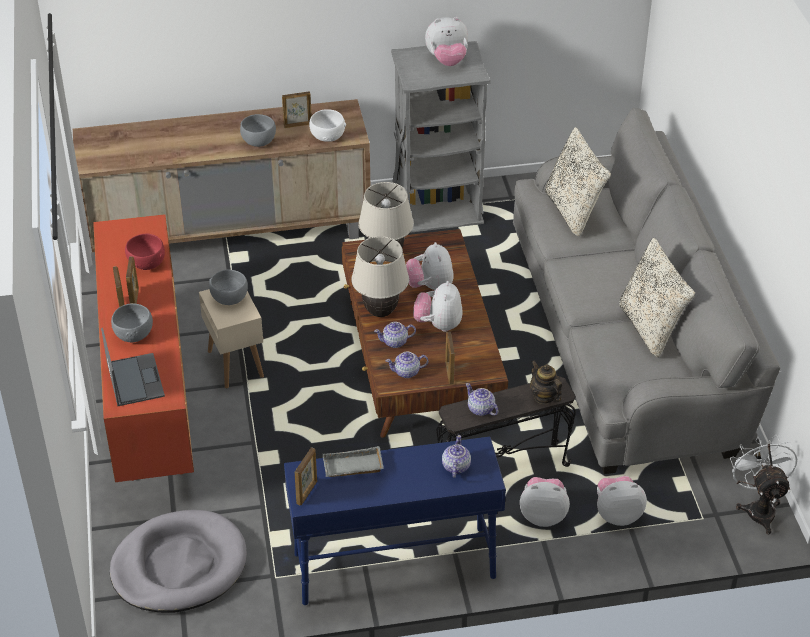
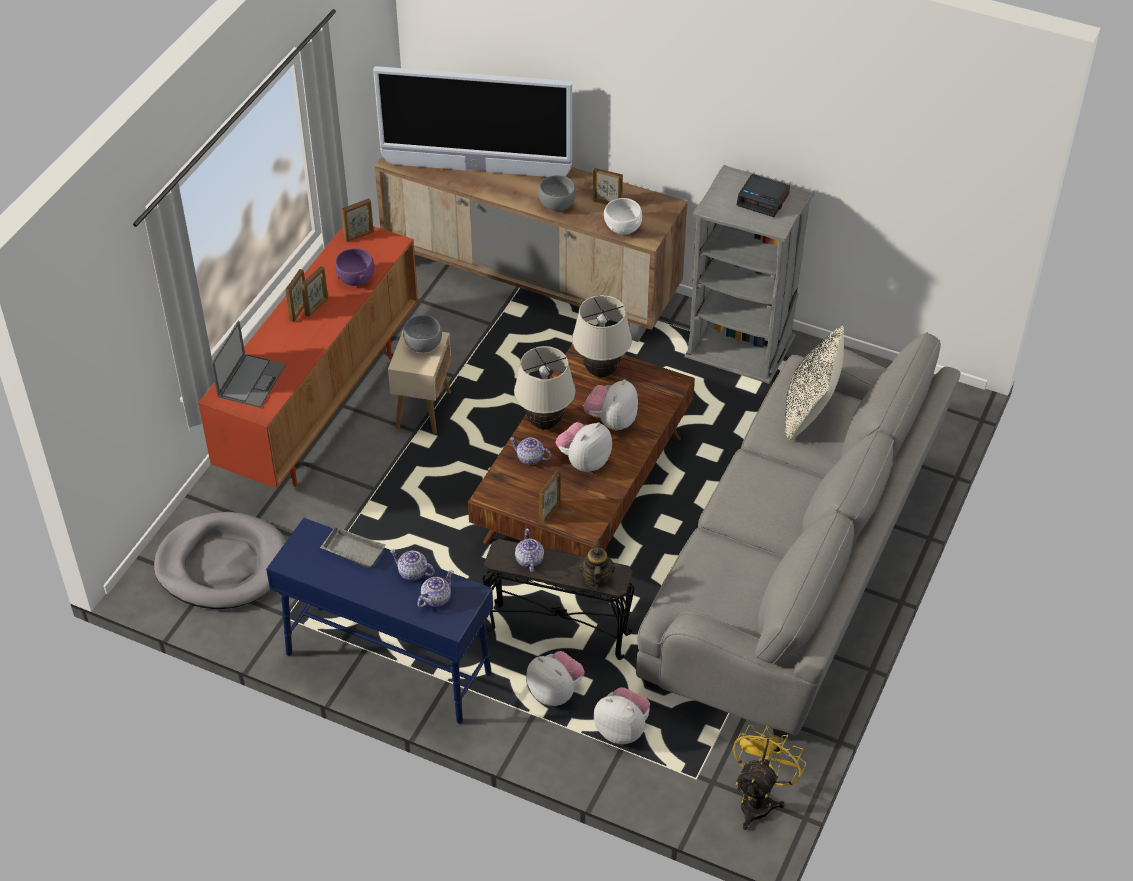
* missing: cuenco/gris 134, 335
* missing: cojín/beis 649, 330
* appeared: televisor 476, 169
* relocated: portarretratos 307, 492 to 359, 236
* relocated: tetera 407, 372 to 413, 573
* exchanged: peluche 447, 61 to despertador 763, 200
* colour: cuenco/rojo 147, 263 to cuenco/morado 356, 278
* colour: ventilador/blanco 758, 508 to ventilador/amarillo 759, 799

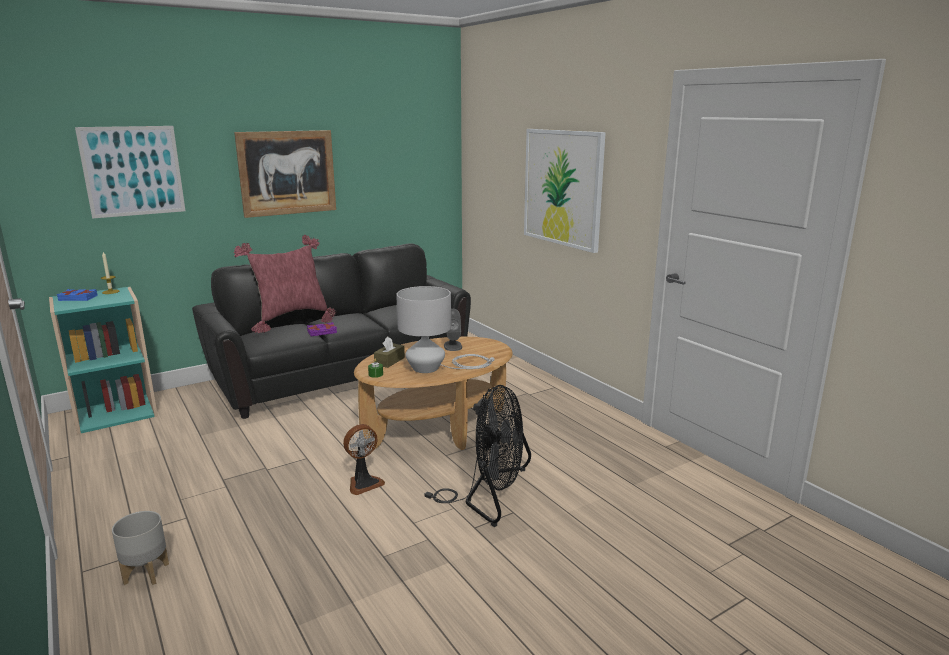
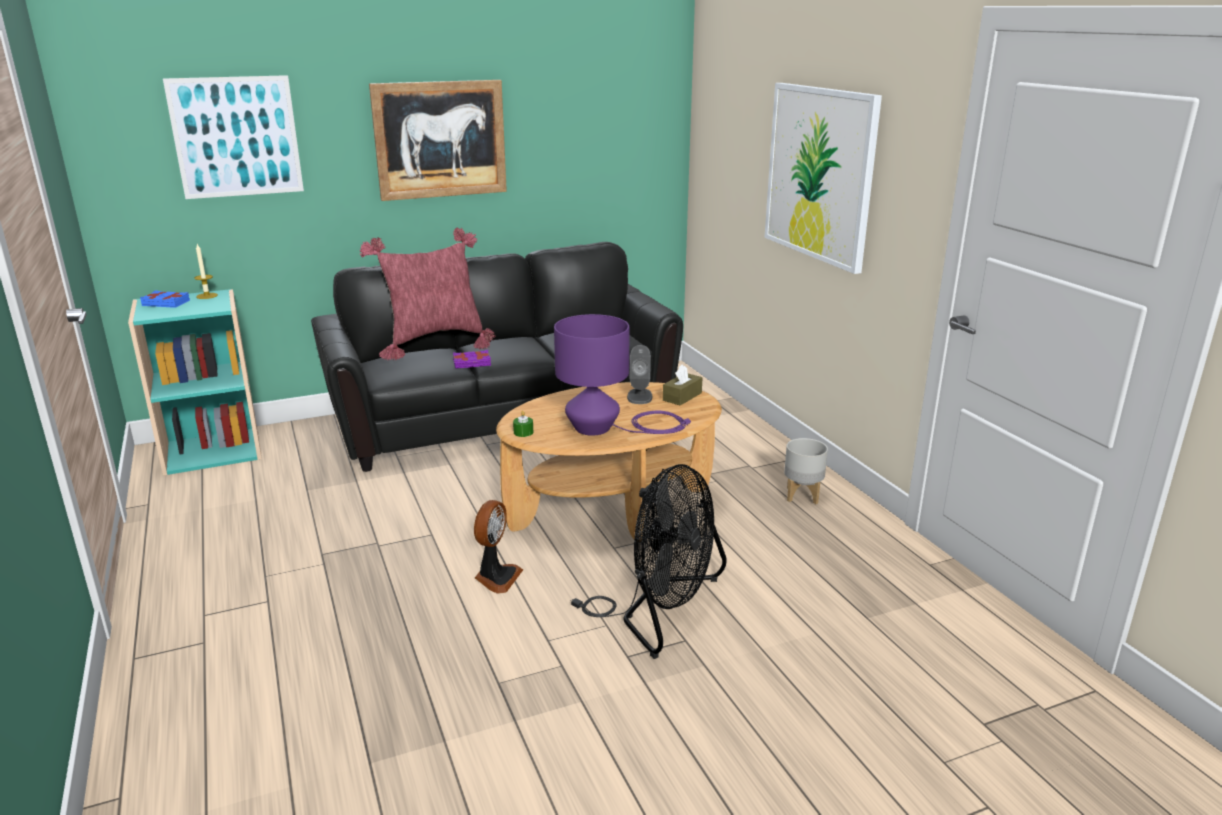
* relocated: maceta/gris 147, 573 to 803, 495
* relocated: caja de pañuelos/marrón 389, 361 to 682, 396
* colour: lámpara de mesa/blanco 443, 366 to lámpara de mesa/morado 618, 426
* spun: ventilador 364, 483 = 496, 577 45 degrees counterclockwise

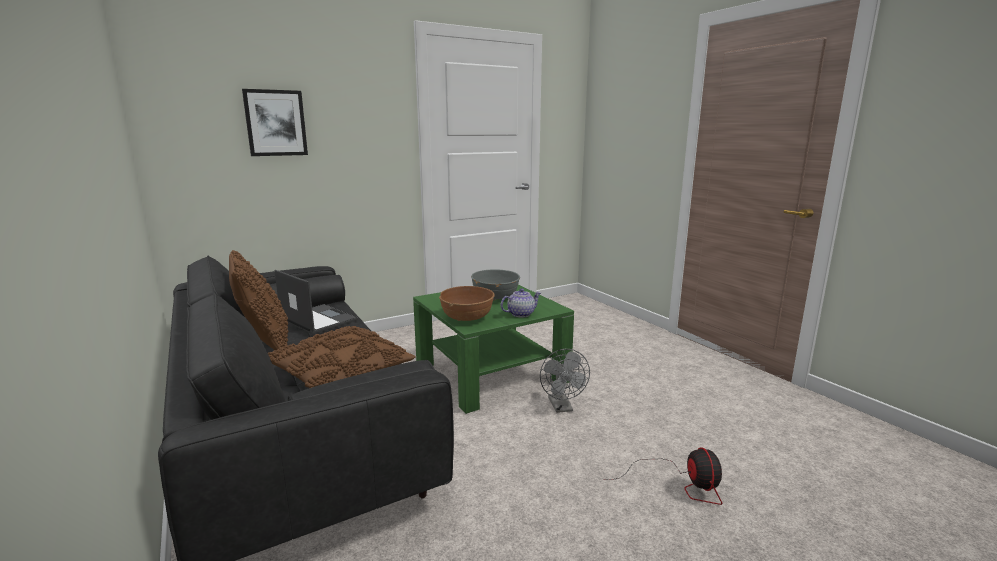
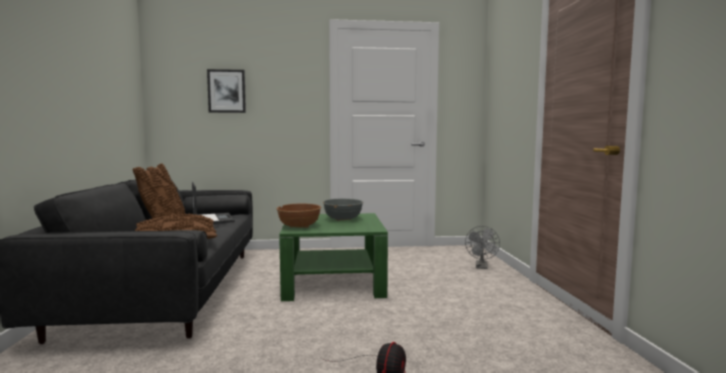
* missing: tetera 521, 314
* relocated: ventilador/gris 562, 407 to 481, 267

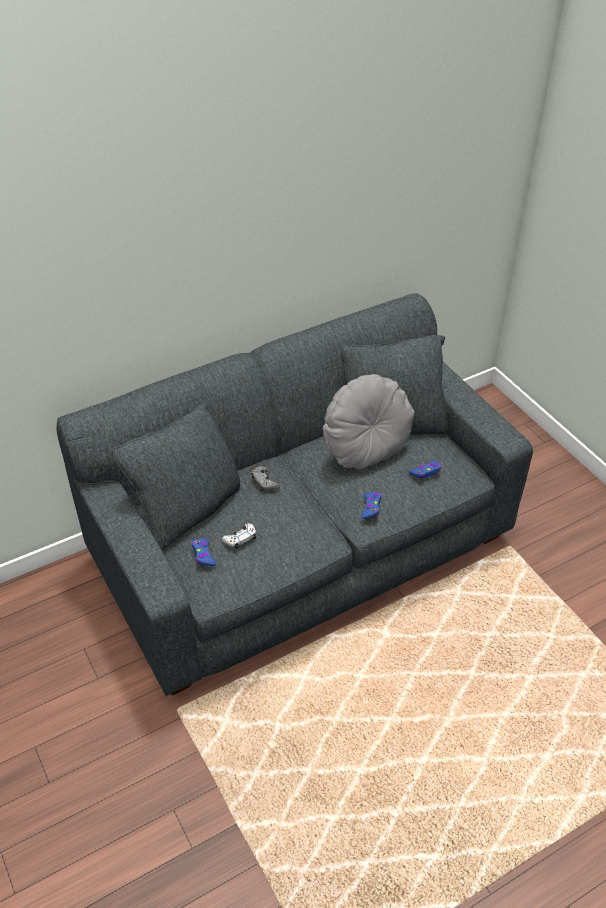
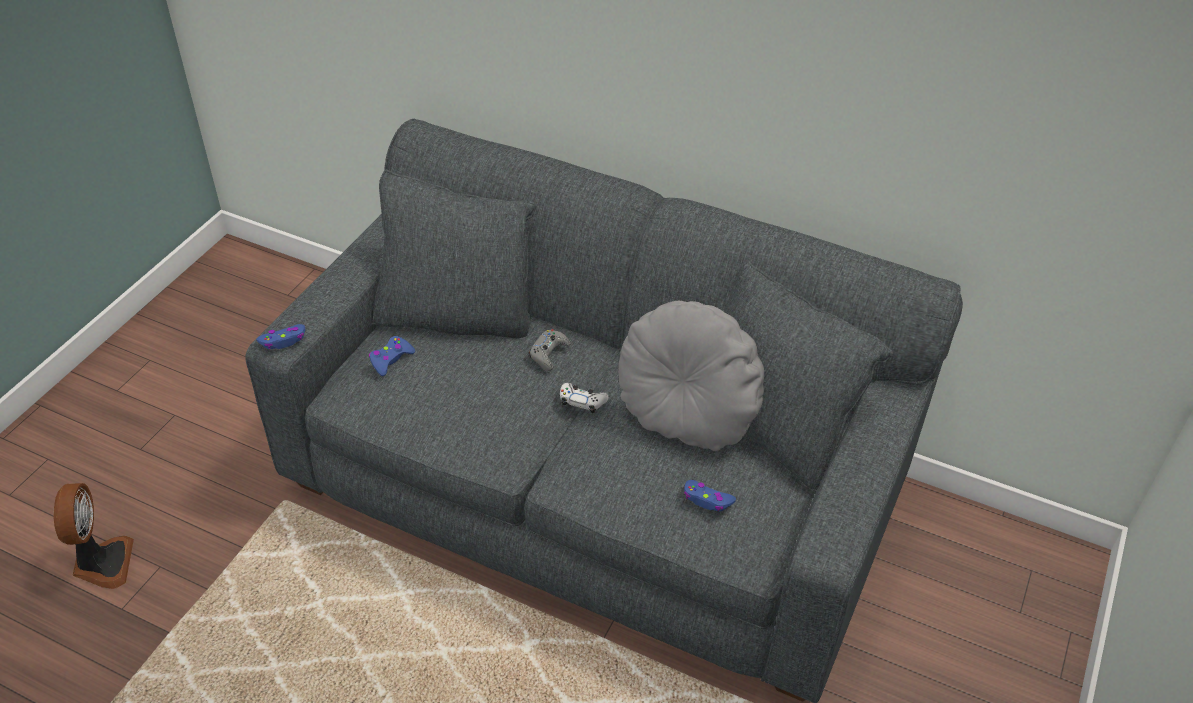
* appeared: ventilador 102, 563
* relocated: mando de consola/blanco 240, 538 to 582, 401
* relocated: mando de consola/azul 371, 507 to 283, 341

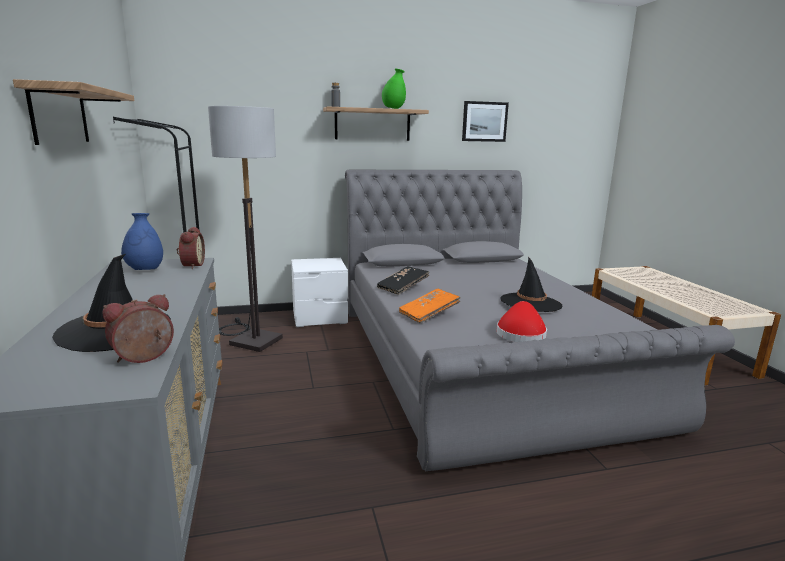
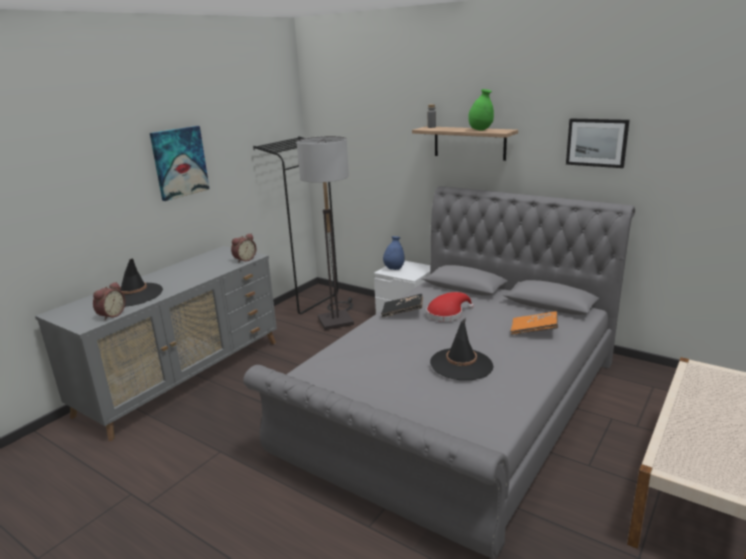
* relocated: florero/azul 145, 270 to 394, 269
* relocated: libro/naranja 428, 314 to 534, 331
* relocated: sombrero/rojo 520, 333 to 447, 314
* exchanged: estante 60, 115 to cuadro 179, 162
* spun: despertador 144, 358 = 111, 315 105 degrees clockwise

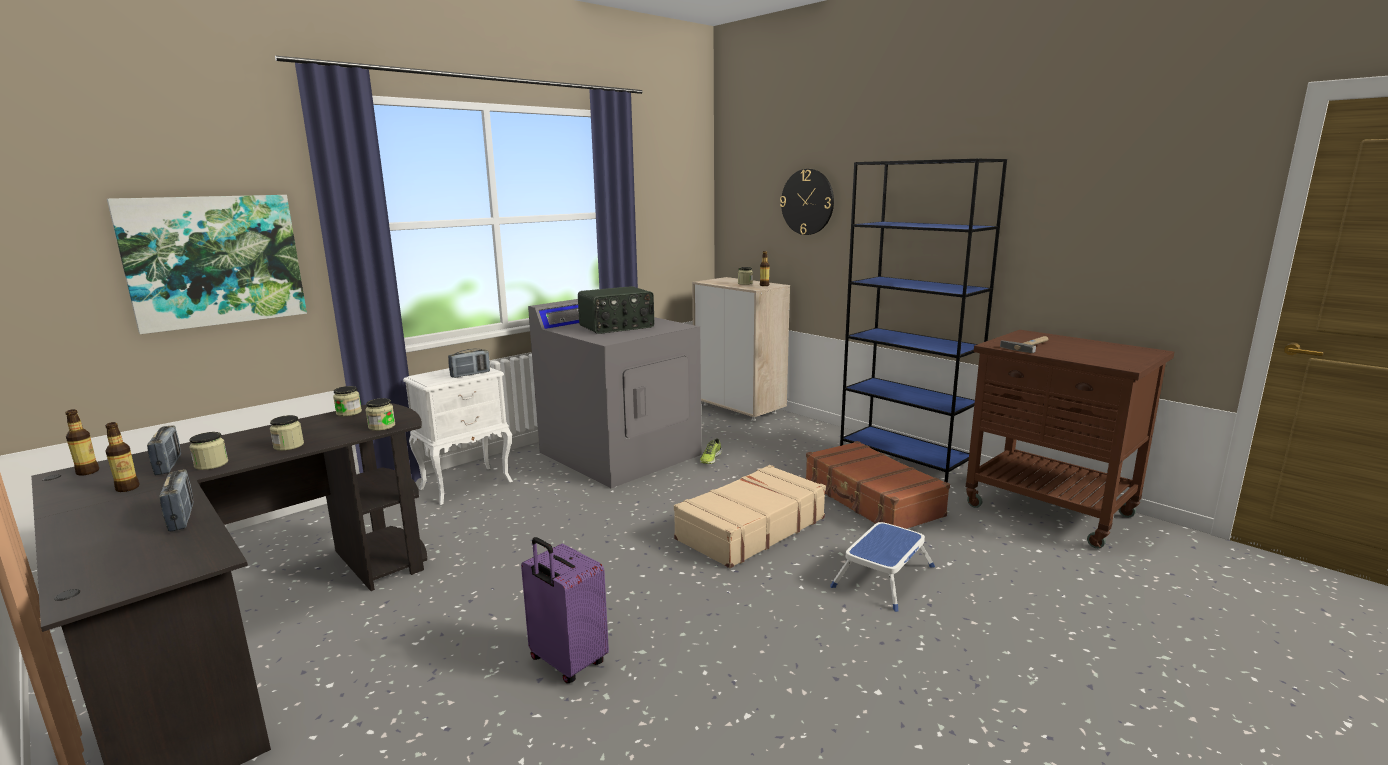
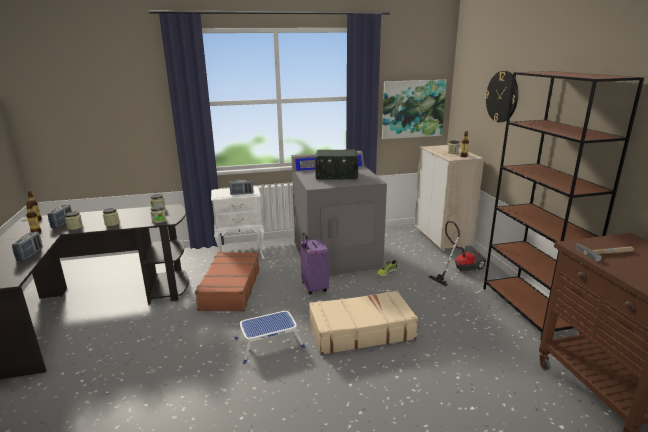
* appeared: aspiradora 459, 270
* relocated: cuadro 214, 260 to 413, 109
* relocated: maleta/morado 566, 662 to 313, 288
* relocated: maleta/marrón 871, 499 to 230, 289
* relocated: escalera de tijera/azul 884, 576 to 269, 343
* colour: estantería/azul 905, 457 to estantería/marrón 529, 309

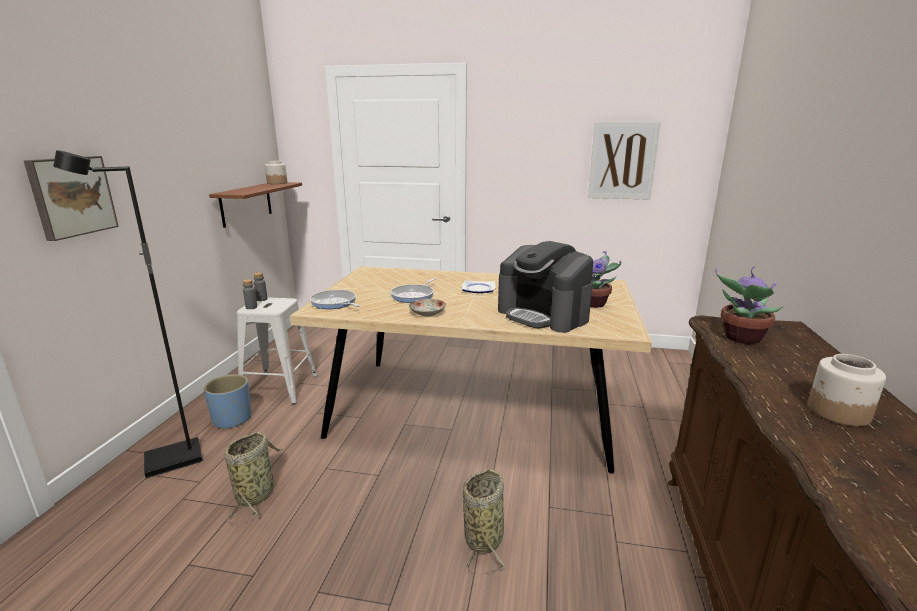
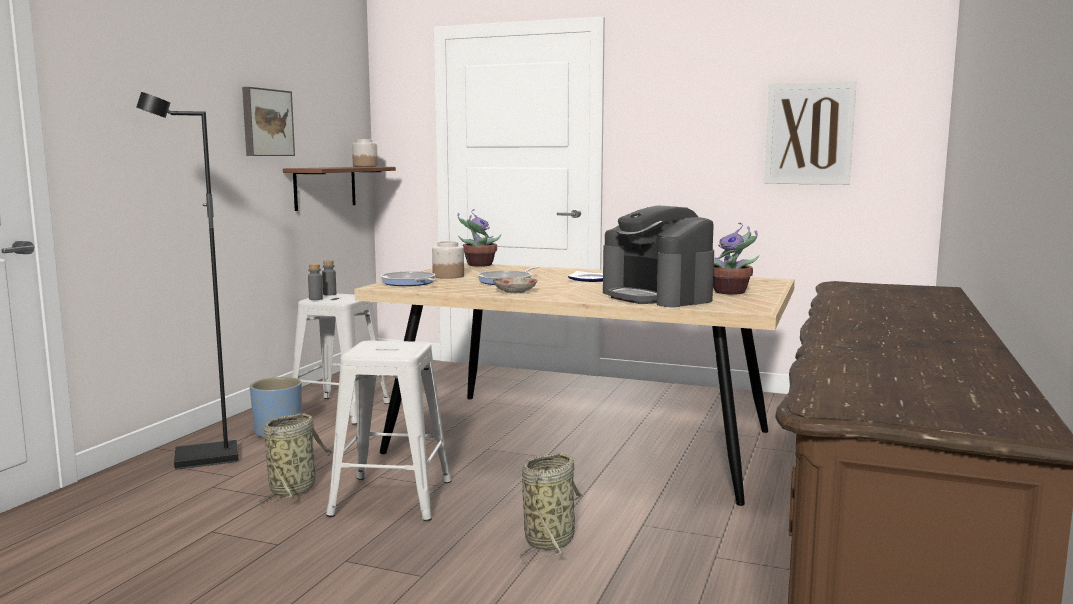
* appeared: taburete/blanco 391, 498
* relocated: cuadro 71, 196 to 266, 122
* relocated: planta en maceta 740, 338 to 478, 265
* relocated: tarro 838, 412 to 448, 276

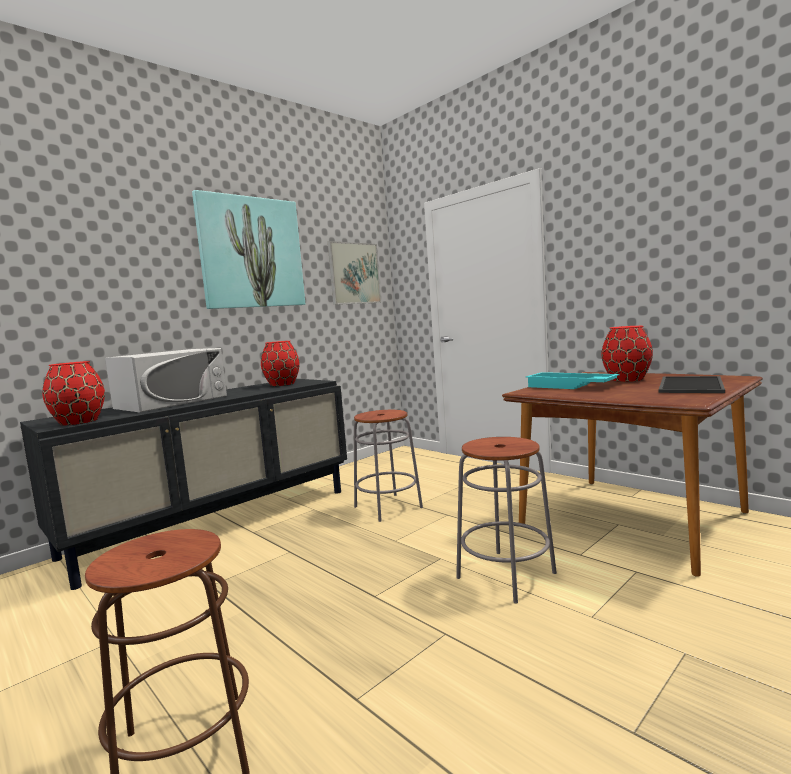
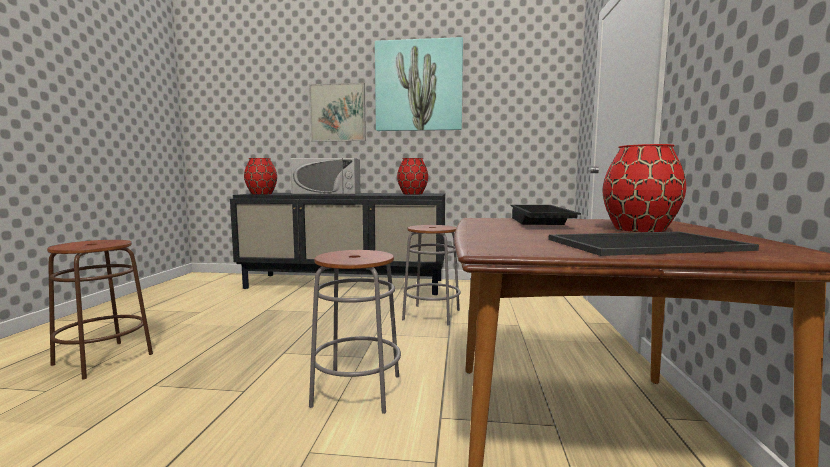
* relocated: cuadro 354, 273 to 337, 112
* colour: bandeja/turquesa 569, 386 to bandeja/negro 538, 223

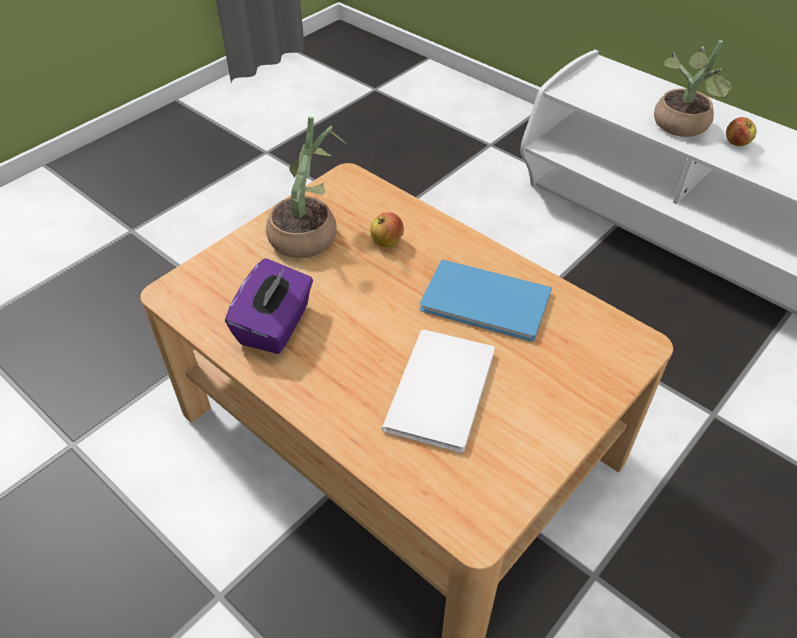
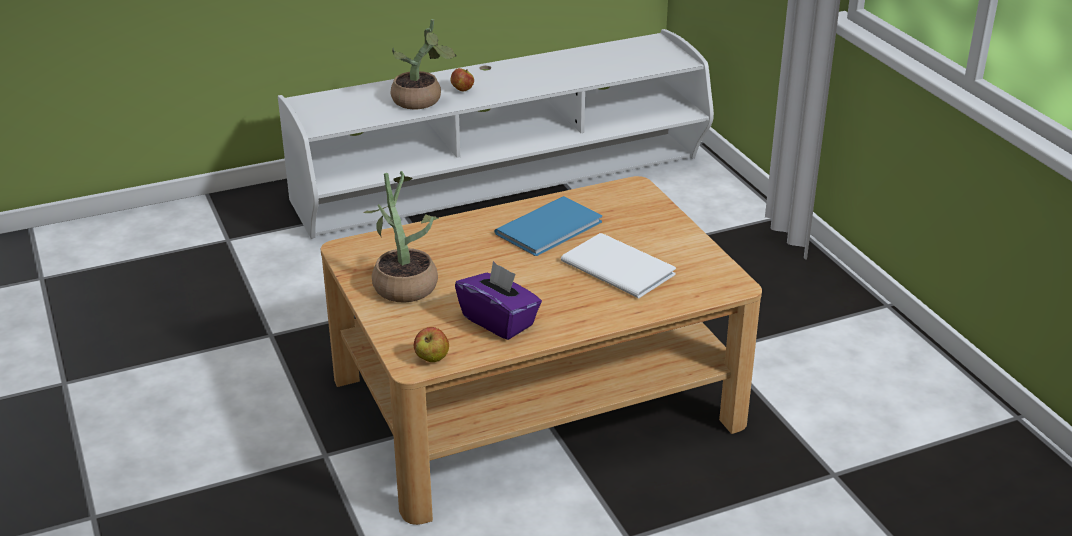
* relocated: manzana 387, 242 to 432, 358

